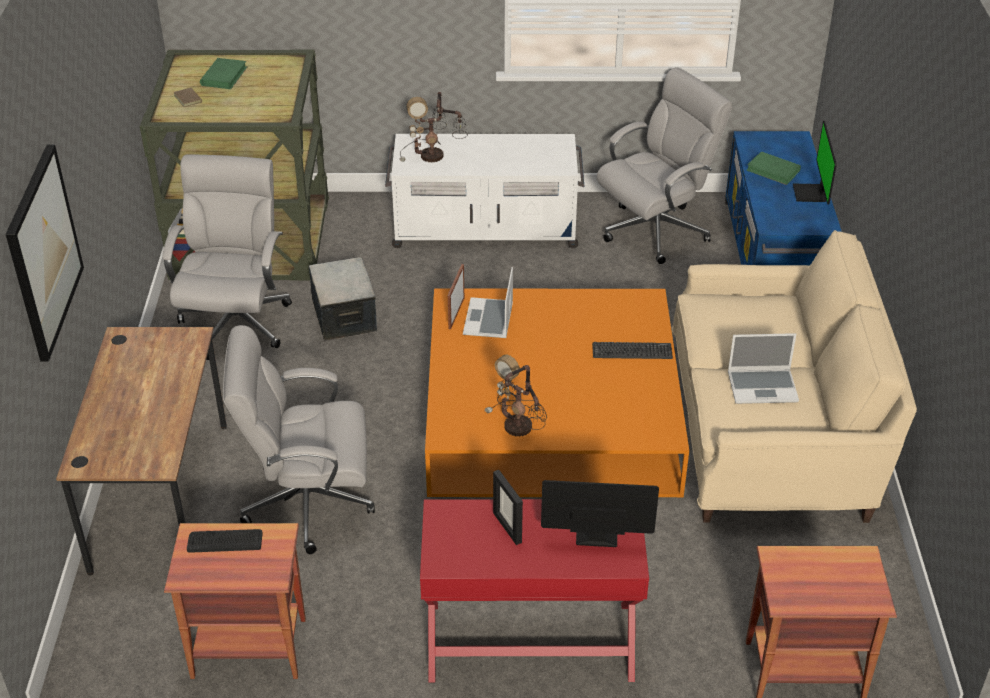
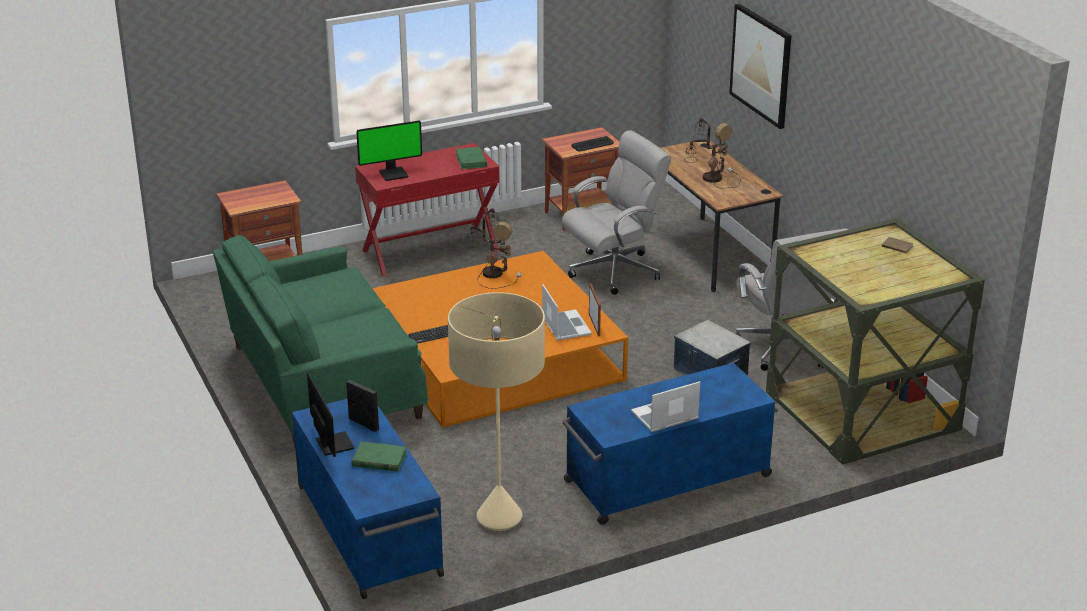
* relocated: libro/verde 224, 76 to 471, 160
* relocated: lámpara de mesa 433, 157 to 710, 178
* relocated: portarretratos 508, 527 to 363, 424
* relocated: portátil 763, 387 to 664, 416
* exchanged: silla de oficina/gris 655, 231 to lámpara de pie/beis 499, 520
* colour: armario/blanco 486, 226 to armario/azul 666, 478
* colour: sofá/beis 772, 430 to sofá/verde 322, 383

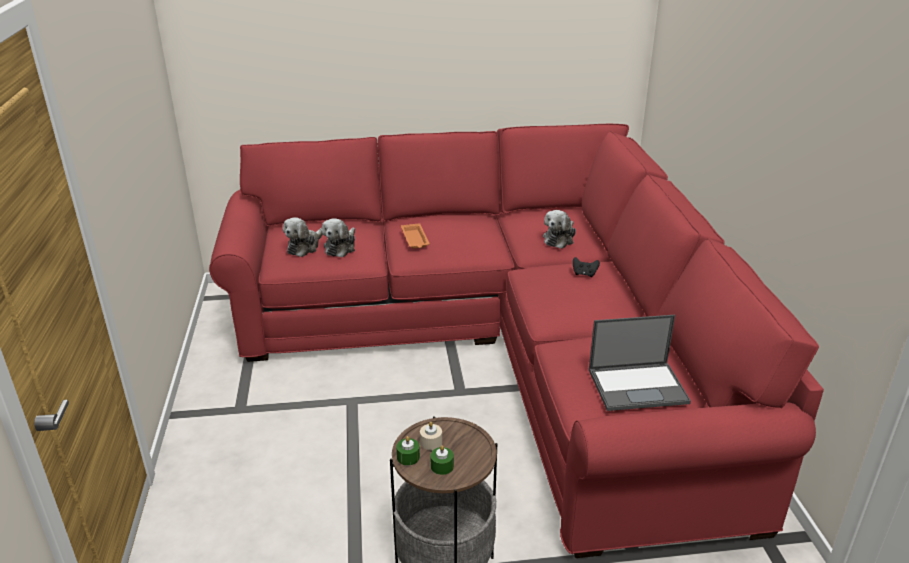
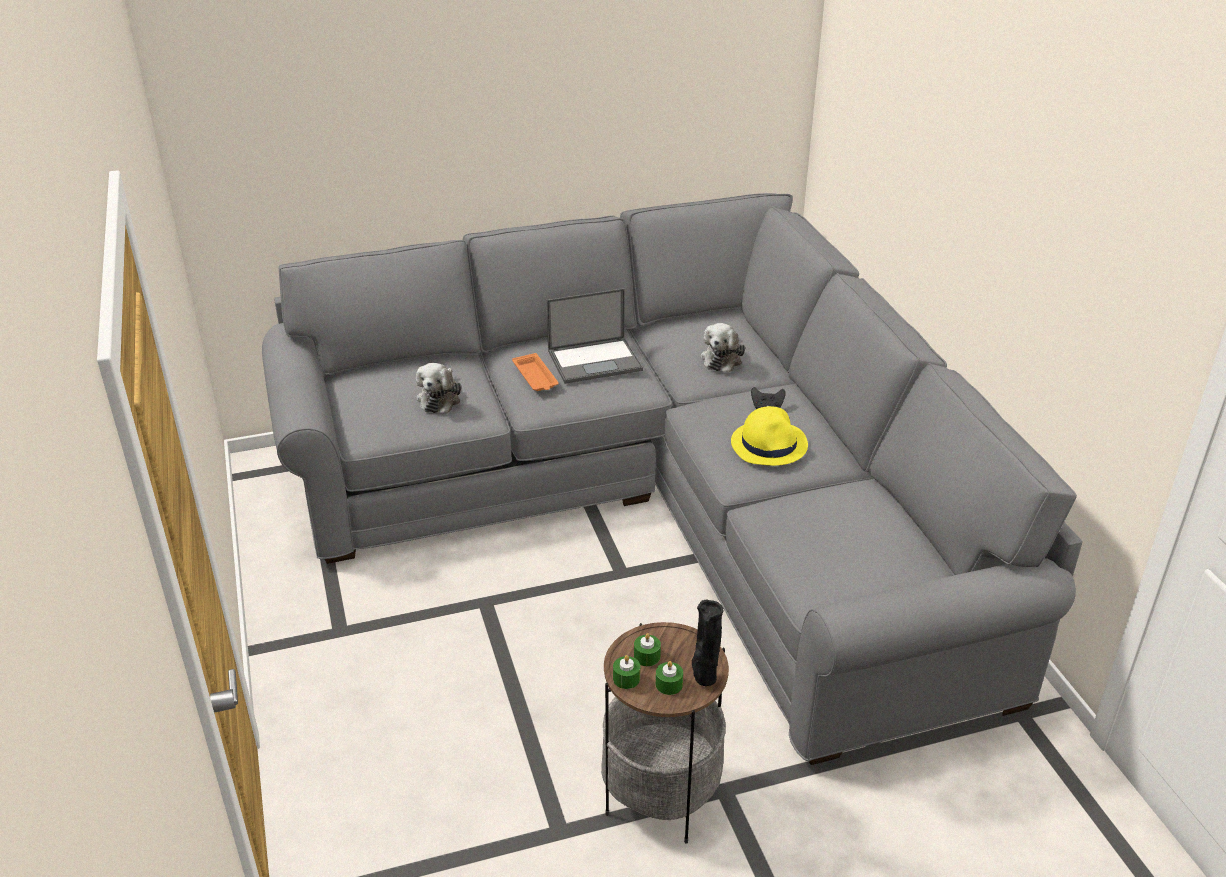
* missing: peluche 304, 247
* appeared: florero/negro 704, 679
* appeared: sombrero/amarillo 769, 444
* relocated: portátil 638, 386 to 596, 360
* colour: sofá/rojo 501, 351 to sofá/gris 660, 511
* colour: vela/beis 431, 442 to vela/verde 647, 656

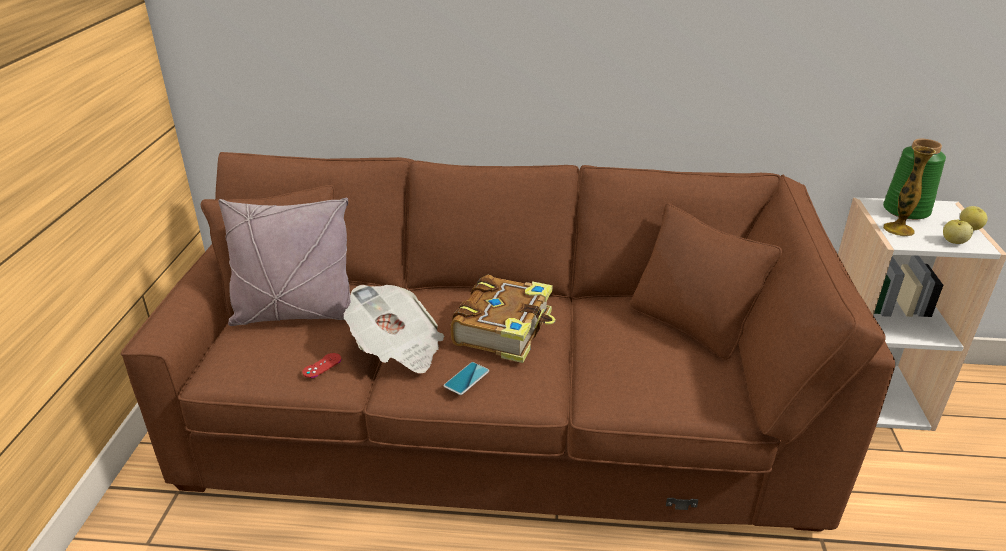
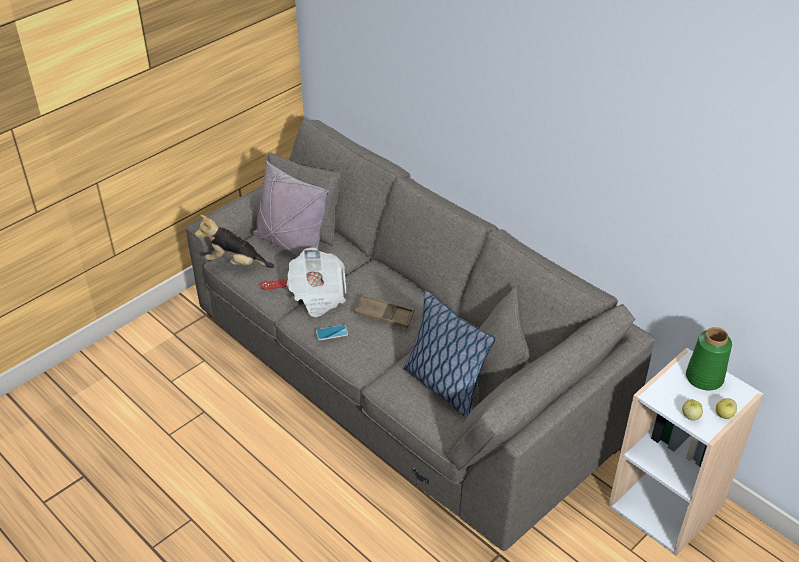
* missing: florero 898, 229
* appeared: peluche 235, 263
* appeared: cojín 443, 385
* exchanged: libro 505, 329 to bandeja/marrón 384, 315
* colour: sofá/marrón 504, 423 to sofá/gris 400, 376

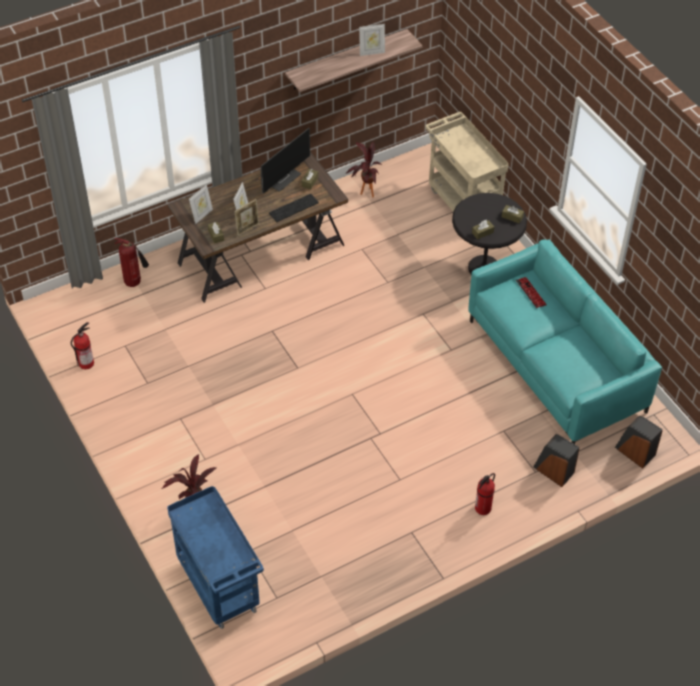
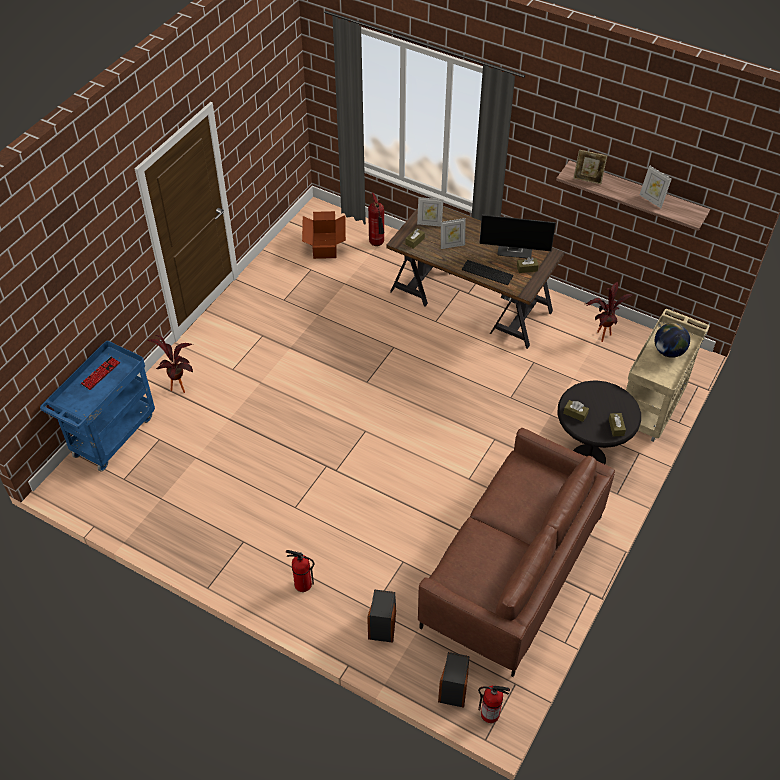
* appeared: caja de cartón 325, 245
* appeared: globo terráqueo 668, 351
* relocated: extintor 86, 363 to 491, 714
* relocated: portarretratos 247, 228 to 587, 180
* relocated: teclado 531, 293 to 100, 374
* colour: sofá/turquesa 554, 366 to sofá/marrón 512, 569

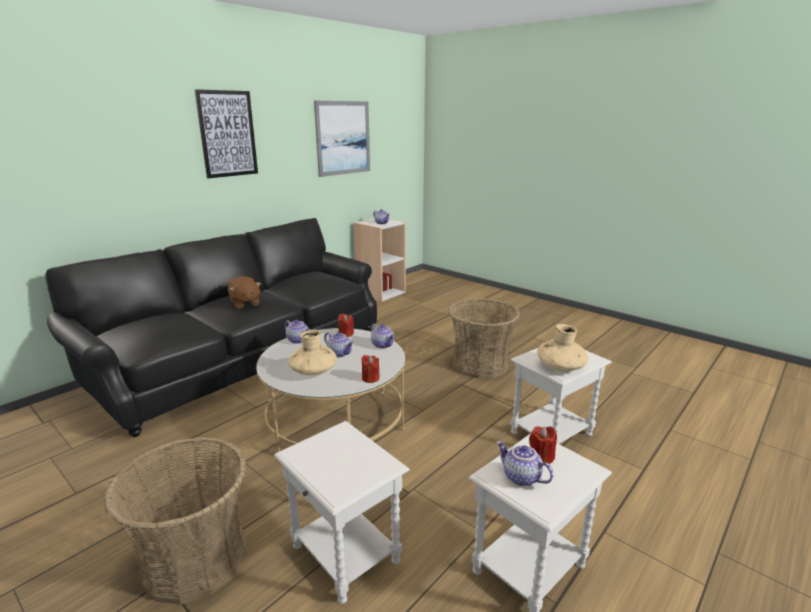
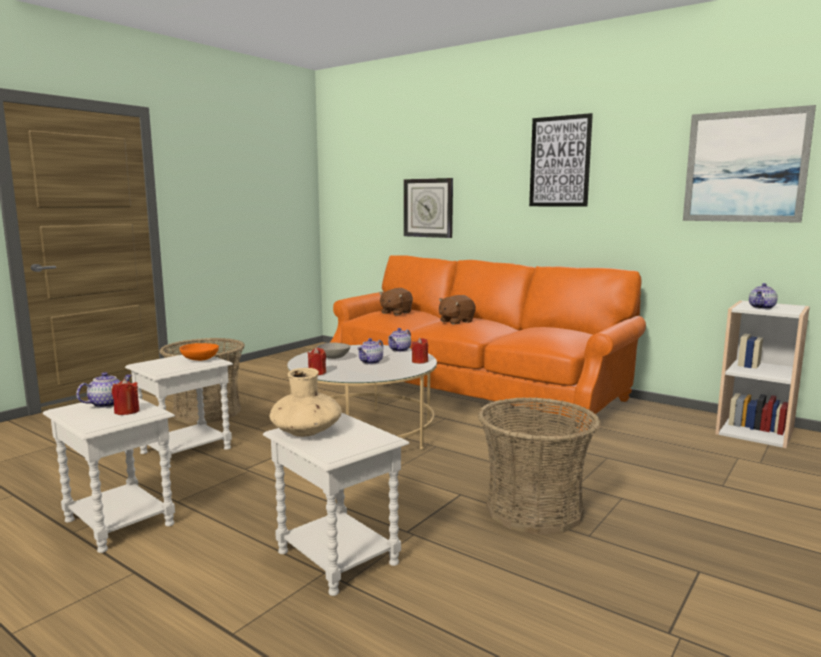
* missing: tetera 383, 345
* appeared: cuenco/naranja 200, 359
* appeared: peluche/marrón 395, 313
* appeared: reloj de pared 428, 208
* exchanged: florero/beis 313, 371 to cuenco/gris 333, 358
* colour: sofá/negro 243, 359 to sofá/naranja 474, 389

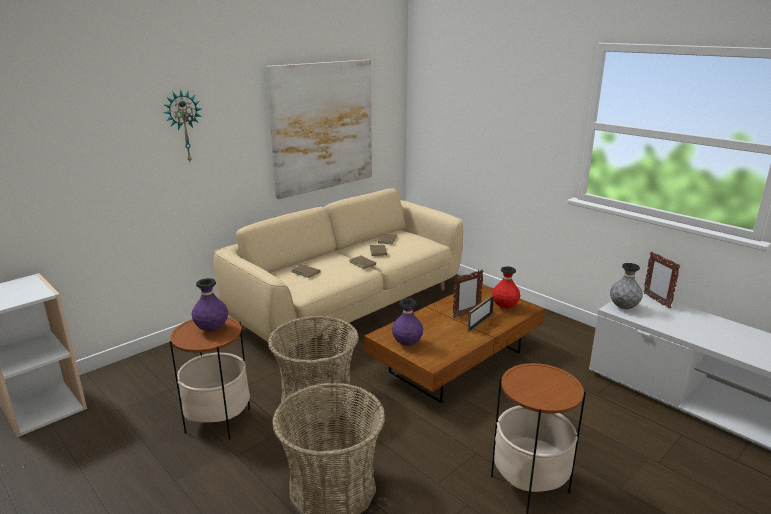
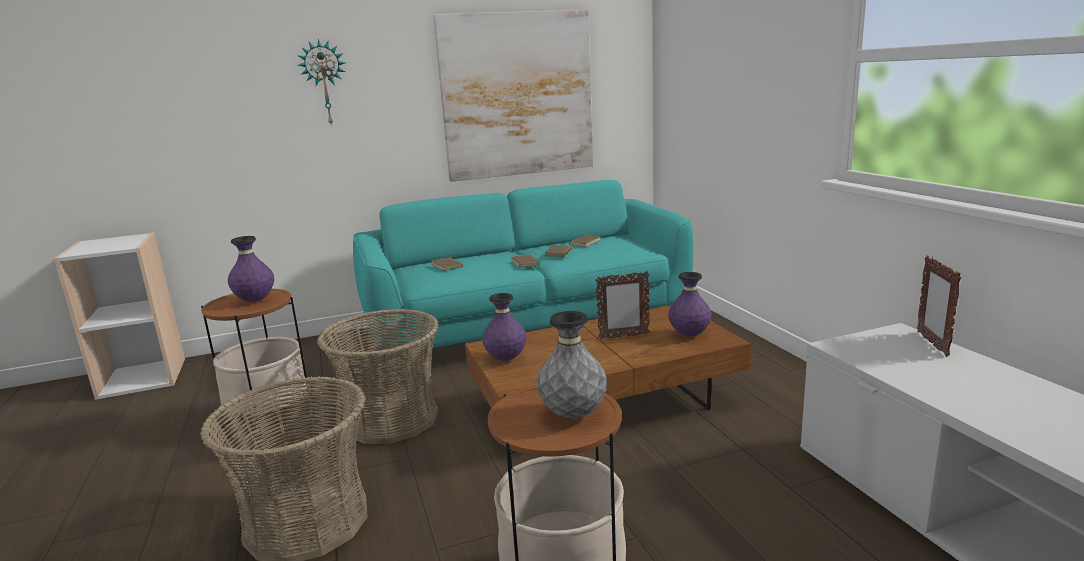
* missing: portarretratos 480, 322
* relocated: florero/gris 623, 307 to 573, 415
* colour: sofá/beis 348, 308 to sofá/turquesa 527, 327
* colour: florero/rojo 505, 307 to florero/morado 689, 335

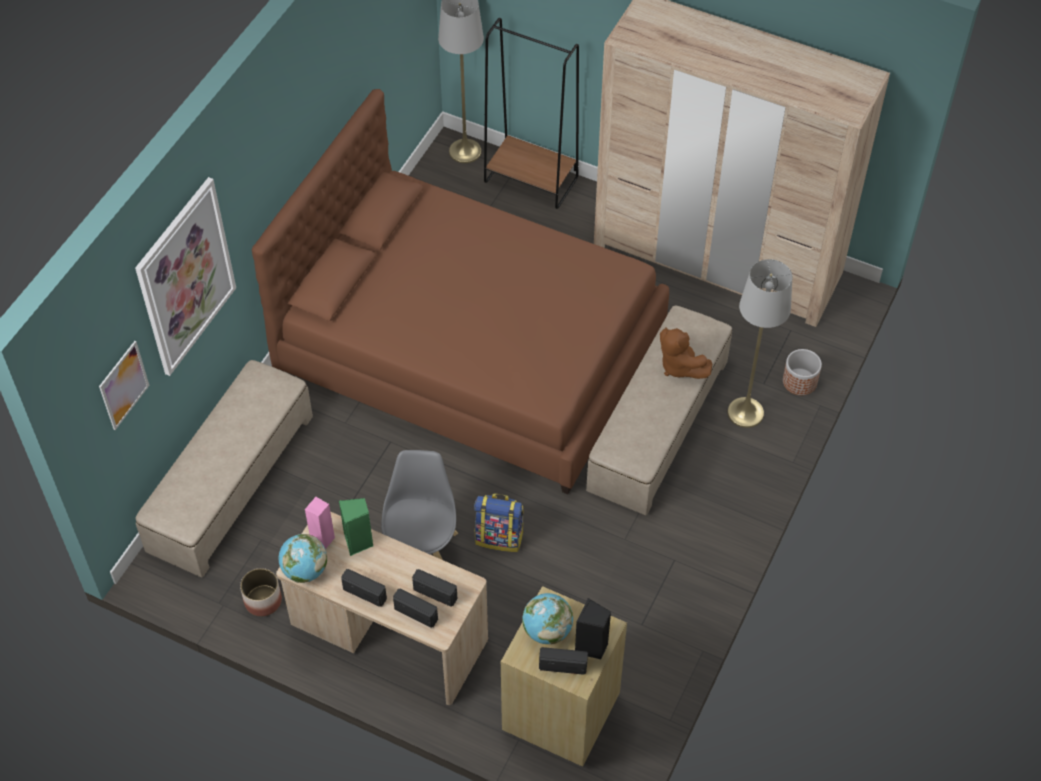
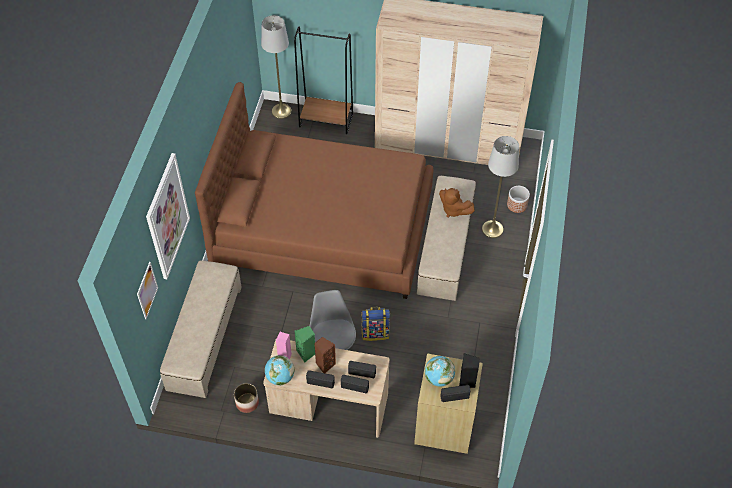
* appeared: altavoz/marrón 325, 364

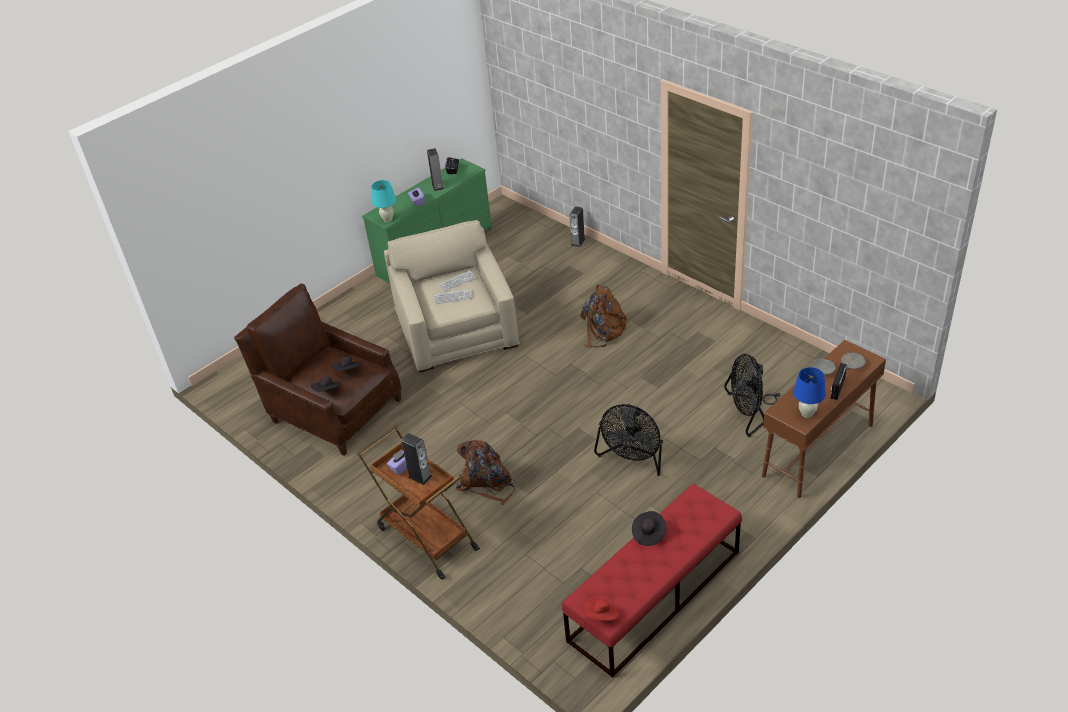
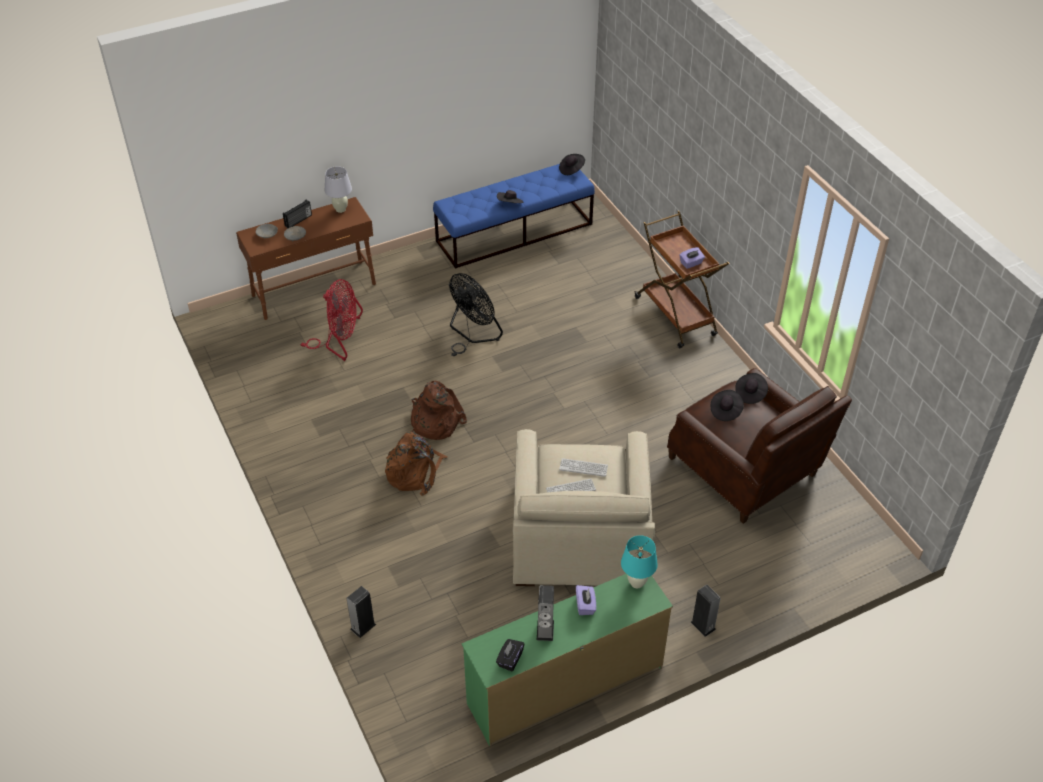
* relocated: altavoz 420, 476 to 703, 625
* relocated: mochila/marrón 487, 483 to 435, 421
* colour: banco/rojo 654, 596 to banco/azul 515, 232
* colour: sombrero/rojo 601, 616 to sombrero/negro 571, 169
* colour: ventilador/negro 750, 410 to ventilador/rojo 338, 339
* colour: lámpara de mesa/azul 807, 413 to lámpara de mesa/blanco 340, 209

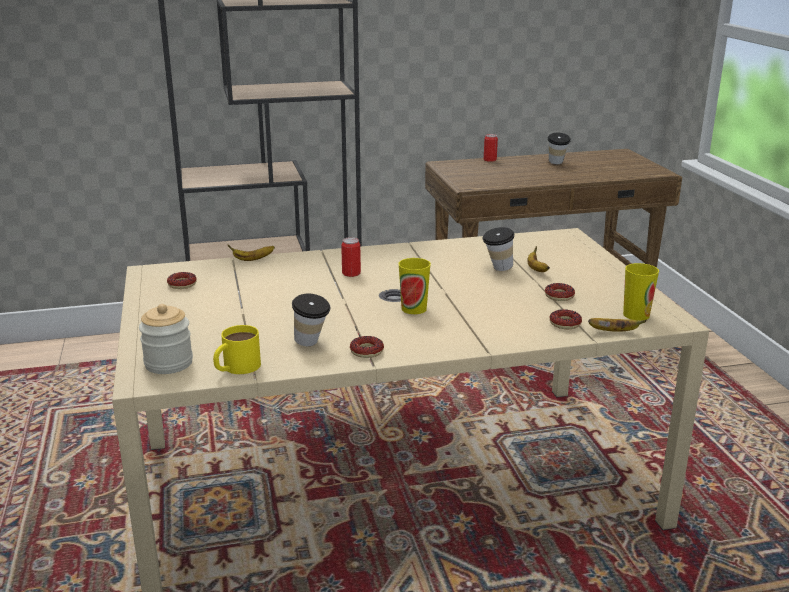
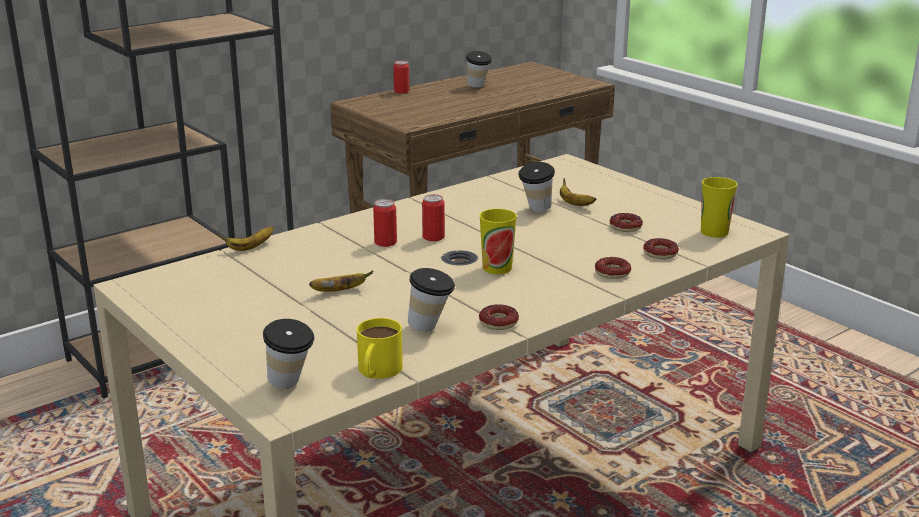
* appeared: lata 433, 237
* relocated: rosquilla 182, 284 to 612, 272
* relocated: plátano 614, 332 to 340, 291
* exchanged: tarro 168, 363 to taza 291, 385

